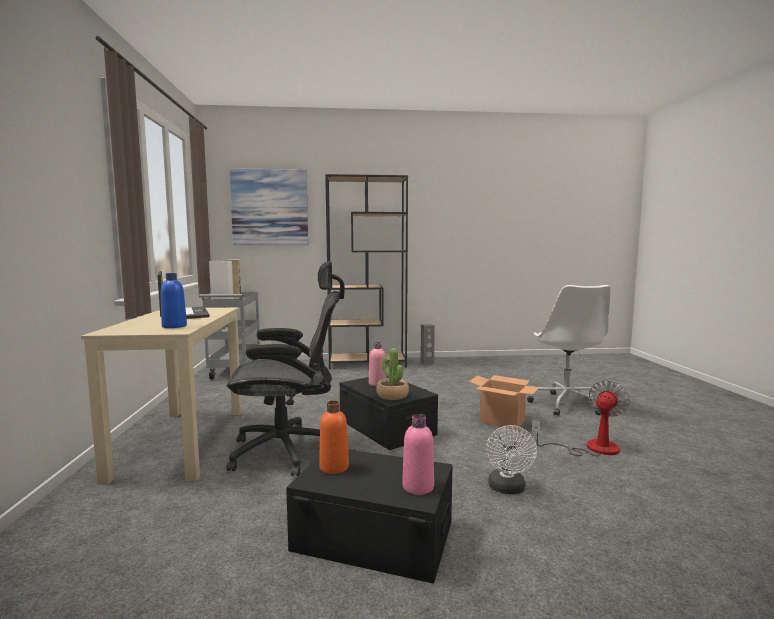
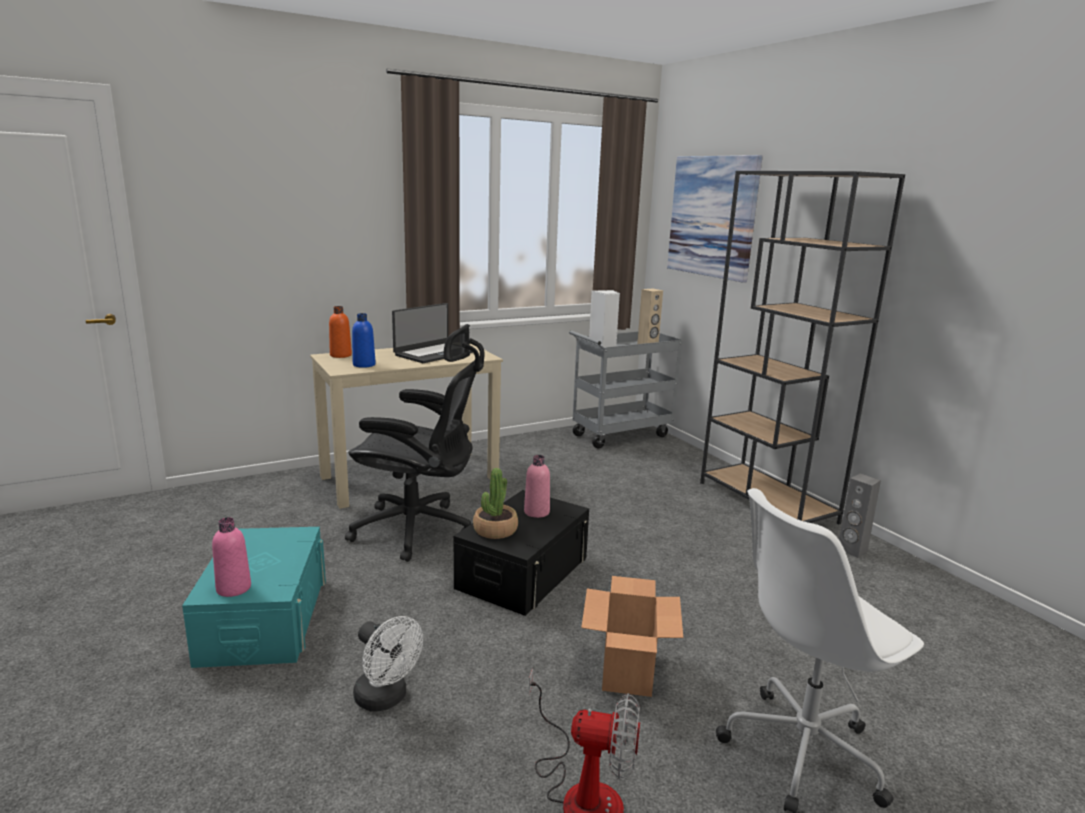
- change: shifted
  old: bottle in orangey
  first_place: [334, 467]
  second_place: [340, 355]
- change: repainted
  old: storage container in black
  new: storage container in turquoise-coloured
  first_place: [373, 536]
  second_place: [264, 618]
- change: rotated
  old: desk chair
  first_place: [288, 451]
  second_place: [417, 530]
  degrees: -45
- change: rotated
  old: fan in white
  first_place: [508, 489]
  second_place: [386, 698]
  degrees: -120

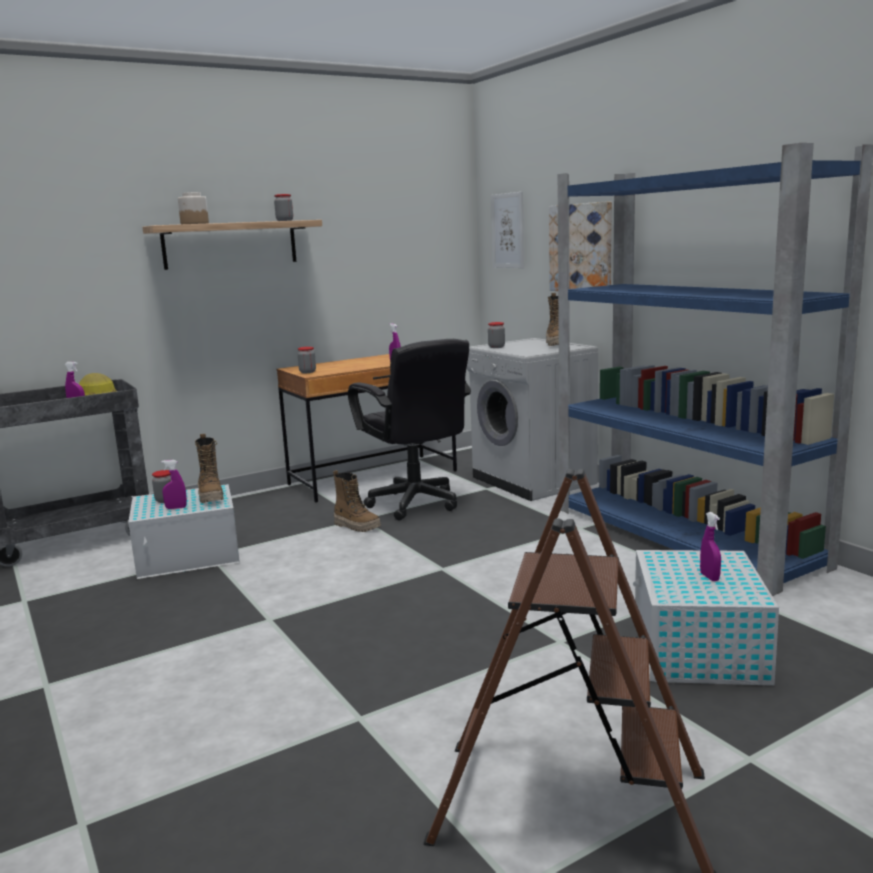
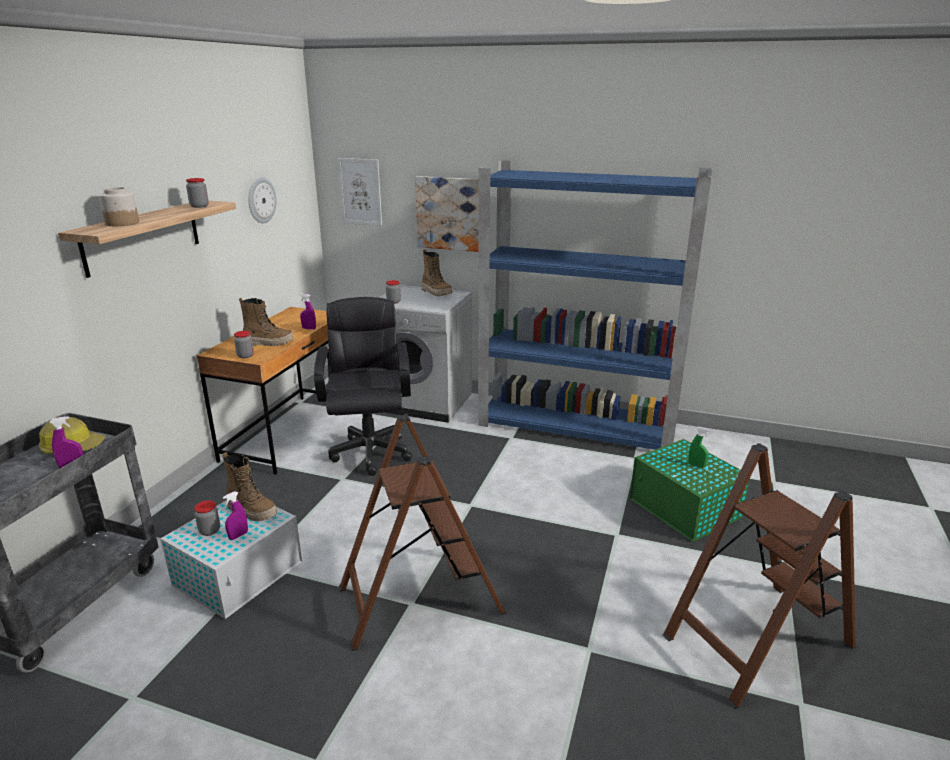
- change: new
  new: wall clock
  second_place: [261, 200]
- change: new
  new: stepladder in brown-coloured
  second_place: [418, 599]
- change: shifted
  old: high-top boot
  first_place: [357, 526]
  second_place: [269, 343]
- change: repainted
  old: storage container in white
  new: storage container in green
  first_place: [698, 650]
  second_place: [685, 509]
- change: repainted
  old: hand sprayer in purple-coloured
  new: hand sprayer in green
  first_place: [709, 577]
  second_place: [696, 465]
- change: rotated
  old: desk chair in black
  first_place: [417, 505]
  second_place: [370, 451]
  degrees: -120

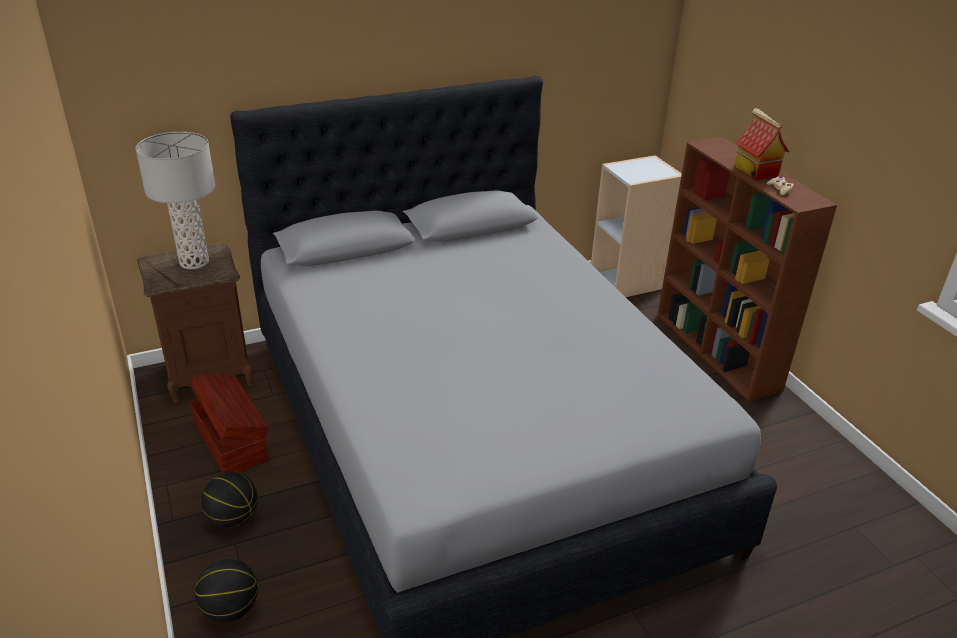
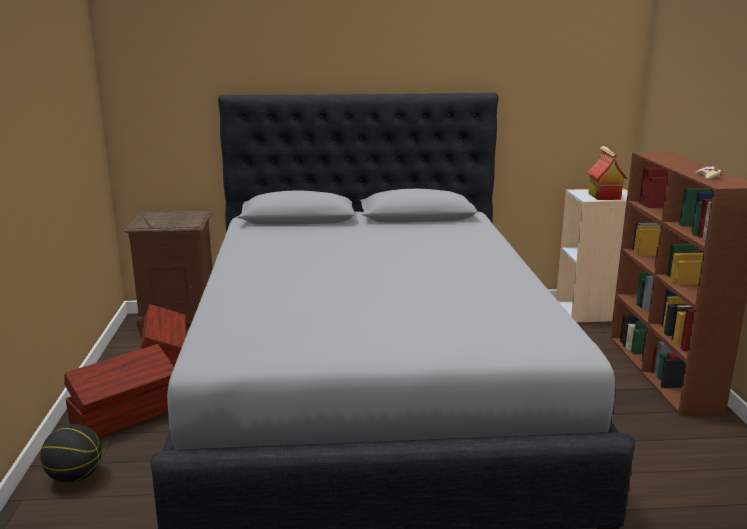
- change: gone
  old: table lamp in white
  first_place: [194, 262]
- change: shifted
  old: model house
  first_place: [755, 171]
  second_place: [603, 196]
- change: swapped
  old: ball for basketball
  new: storage container in brown-coloured
  first_place: [233, 518]
  second_place: [126, 416]

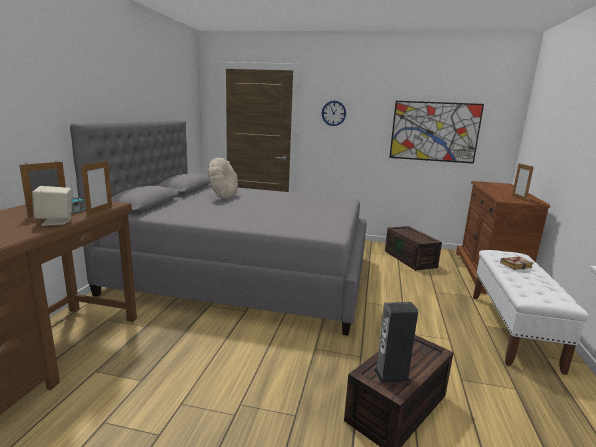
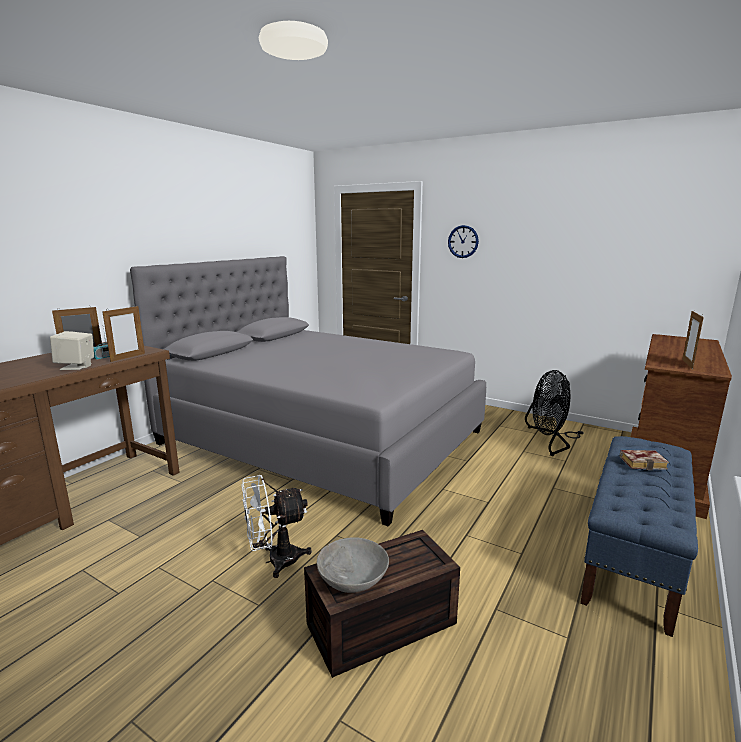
- change: gone
  old: throw pillow in beige-coloured
  first_place: [223, 197]
- change: gone
  old: picture
  first_place: [434, 132]
- change: new
  new: fan in white
  second_place: [275, 561]
- change: swapped
  old: audio speaker
  new: deep dish in gray
  first_place: [391, 375]
  second_place: [352, 579]
- change: swapped
  old: storage container in brown-coloured
  new: fan in black
  first_place: [411, 259]
  second_place: [552, 439]
- change: repainted
  old: long seat in white
  new: long seat in blue
  first_place: [512, 329]
  second_place: [632, 557]

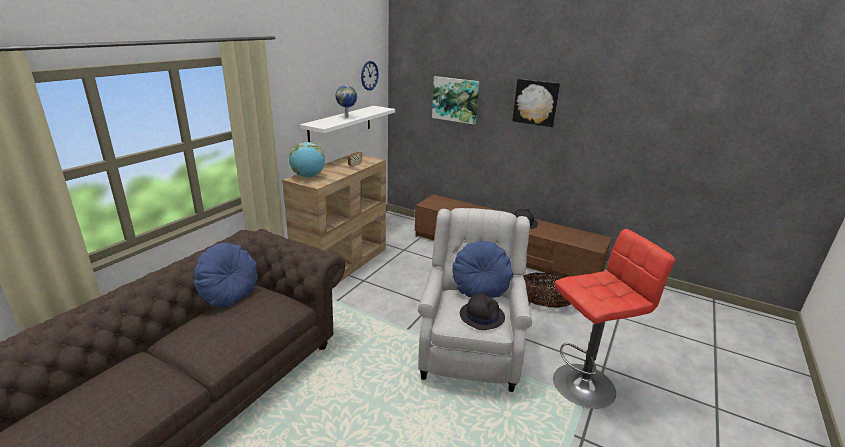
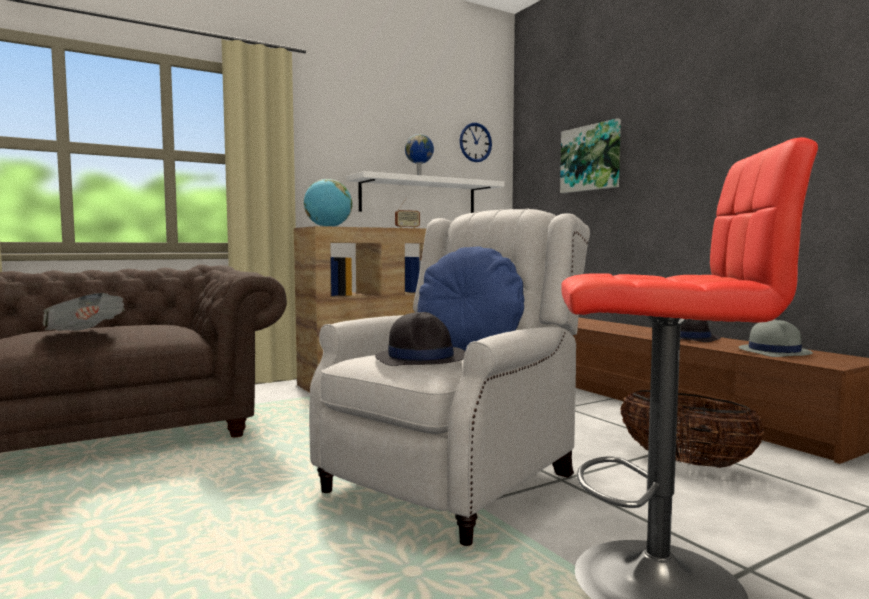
- change: gone
  old: throw pillow in blue
  first_place: [230, 298]
- change: gone
  old: picture
  first_place: [536, 102]
- change: new
  new: daily paper
  second_place: [85, 334]
- change: new
  new: wearable hat in gray
  second_place: [774, 351]

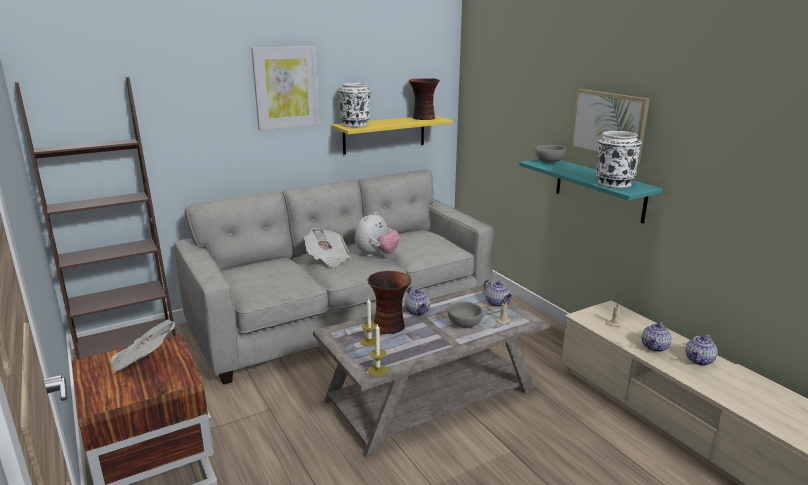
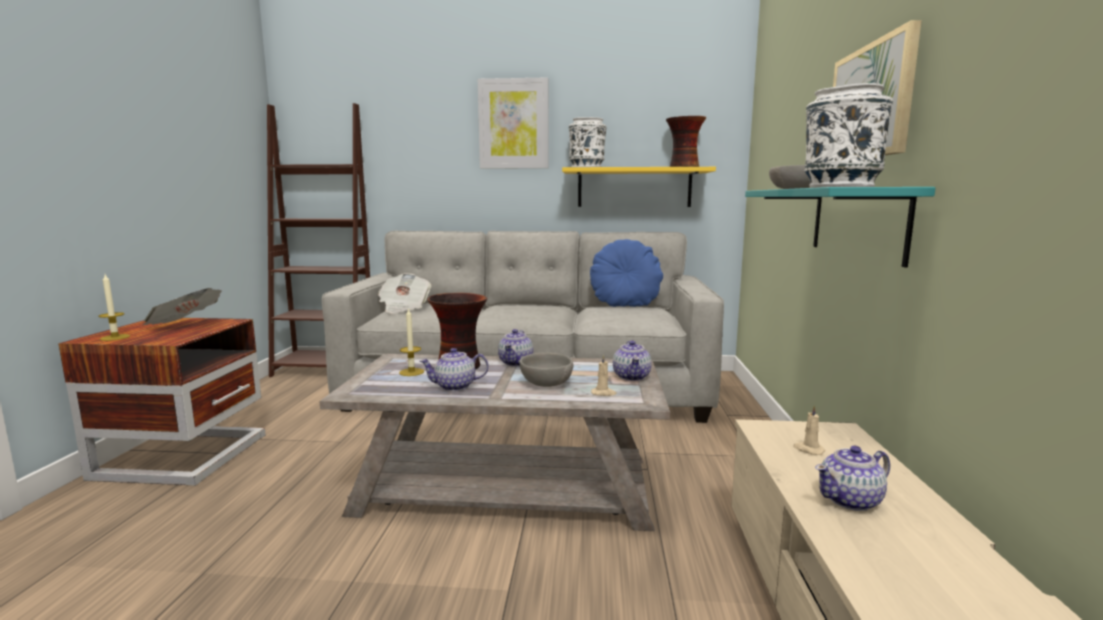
- change: gone
  old: cuddly toy
  first_place: [376, 255]
- change: new
  new: throw pillow in blue
  second_place: [625, 305]
- change: shifted
  old: daily paper
  first_place: [327, 259]
  second_place: [404, 307]
- change: shifted
  old: wax light
  first_place: [377, 370]
  second_place: [115, 337]
- change: shifted
  old: teapot
  first_place: [699, 360]
  second_place: [454, 386]

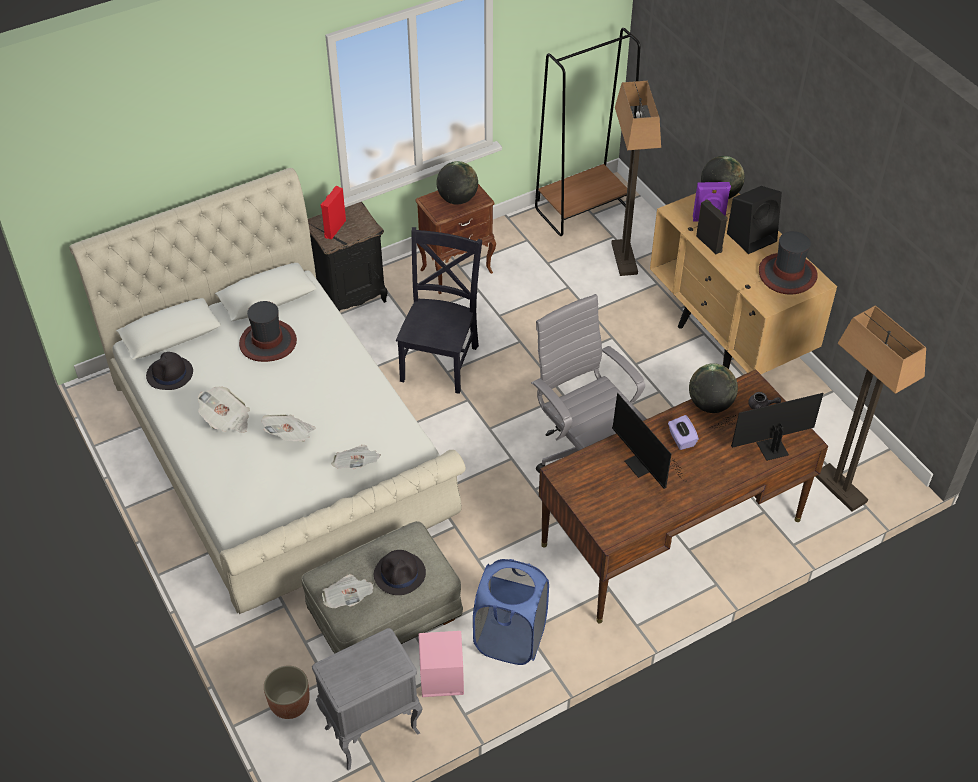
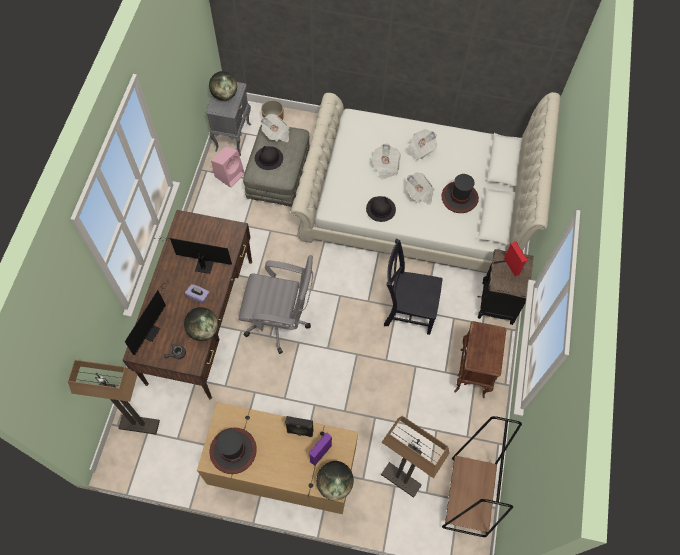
- change: gone
  old: hamper in blue
  first_place: [510, 638]
- change: gone
  old: audio speaker in black
  first_place: [752, 236]
- change: shifted
  old: wearable hat in black
  first_place: [170, 374]
  second_place: [380, 209]
- change: shifted
  old: daily paper
  first_place: [357, 465]
  second_place: [419, 193]
- change: shifted
  old: desk globe
  first_place: [457, 199]
  second_place: [224, 95]
- change: rotated
  old: plain chair in black
  first_place: [440, 360]
  second_place: [407, 310]
  degrees: 135

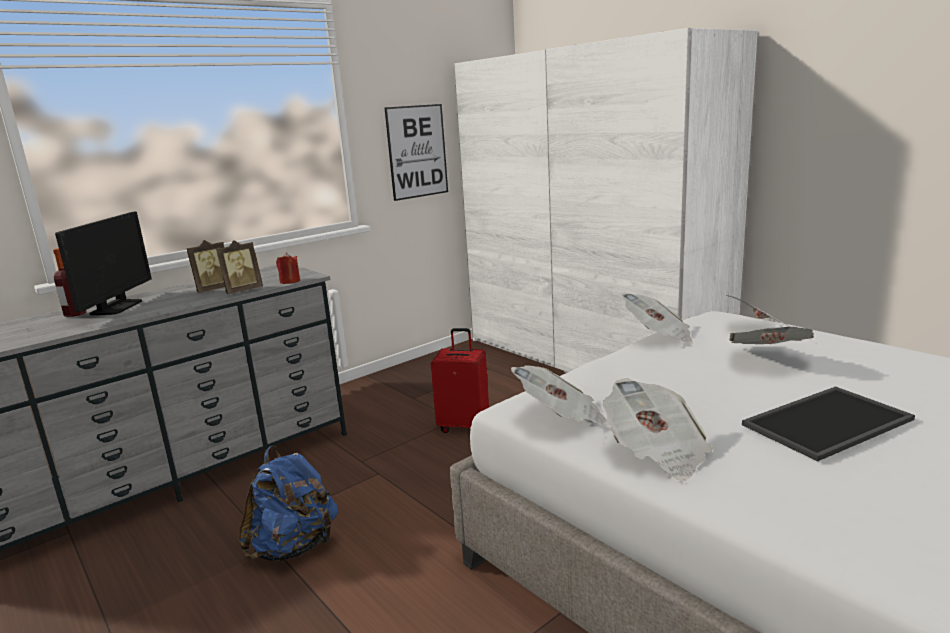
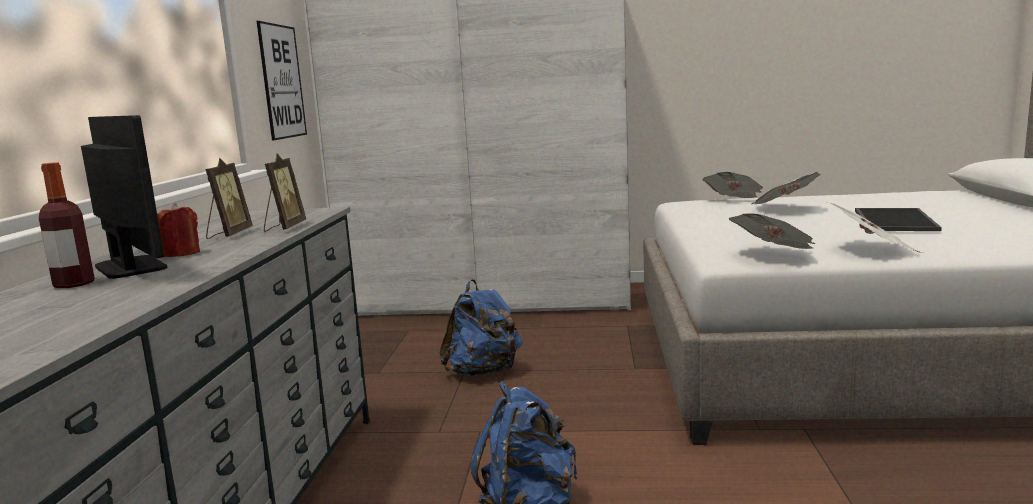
- change: gone
  old: daily paper
  first_place: [658, 336]
- change: shifted
  old: wax light in reddish
  first_place: [290, 281]
  second_place: [181, 254]
- change: swapped
  old: travel case in reddish
  new: knapsack in blue
  first_place: [465, 426]
  second_place: [483, 372]

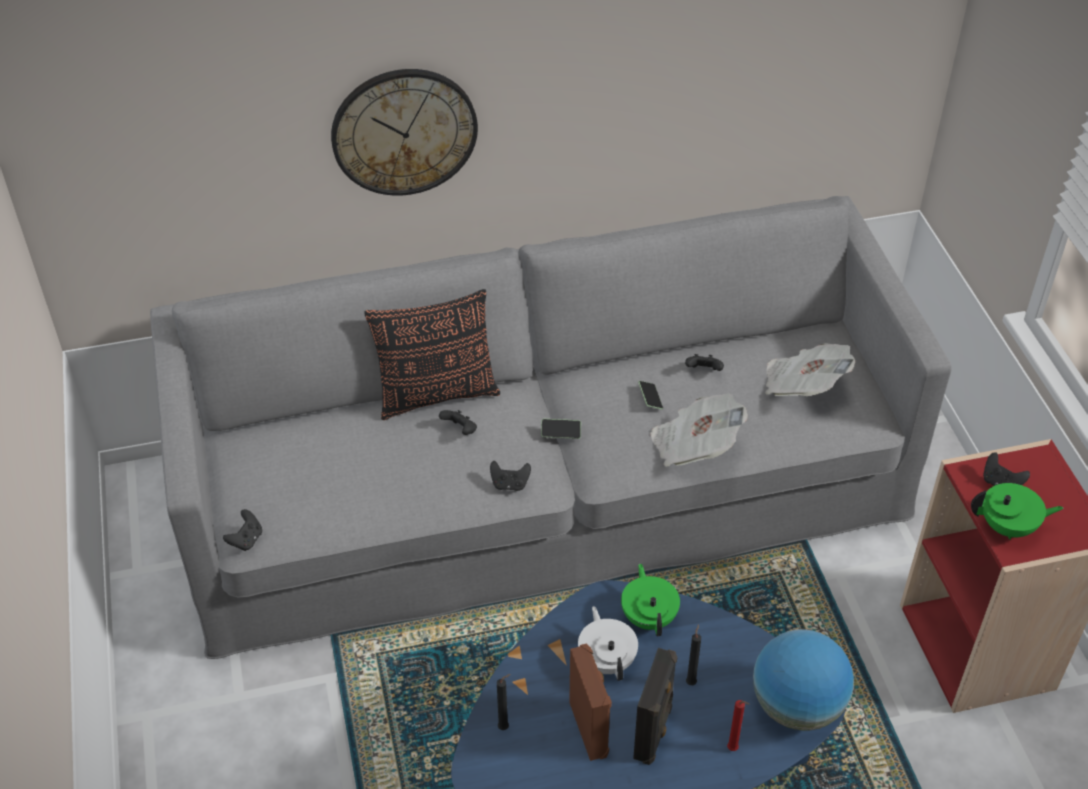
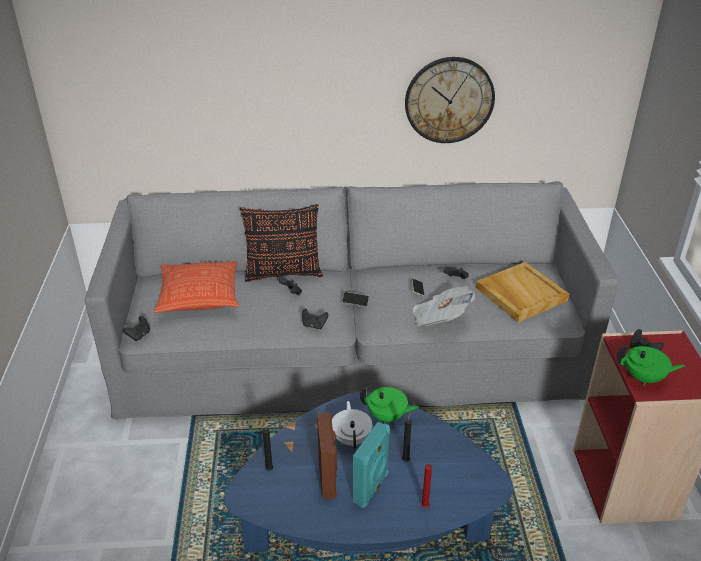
- change: gone
  old: desk globe
  first_place: [796, 706]
- change: new
  new: throw pillow in orangey
  second_place: [200, 297]
- change: shifted
  old: wall clock
  first_place: [404, 131]
  second_place: [449, 100]
- change: swapped
  old: daily paper
  new: serving tray in beige-coloured
  first_place: [803, 386]
  second_place: [520, 294]
- change: repainted
  old: audio speaker in black
  new: audio speaker in turquoise-coloured
  first_place: [654, 733]
  second_place: [372, 488]
- change: rotated
  old: teapot in green
  first_place: [649, 617]
  second_place: [387, 416]
  degrees: 105

